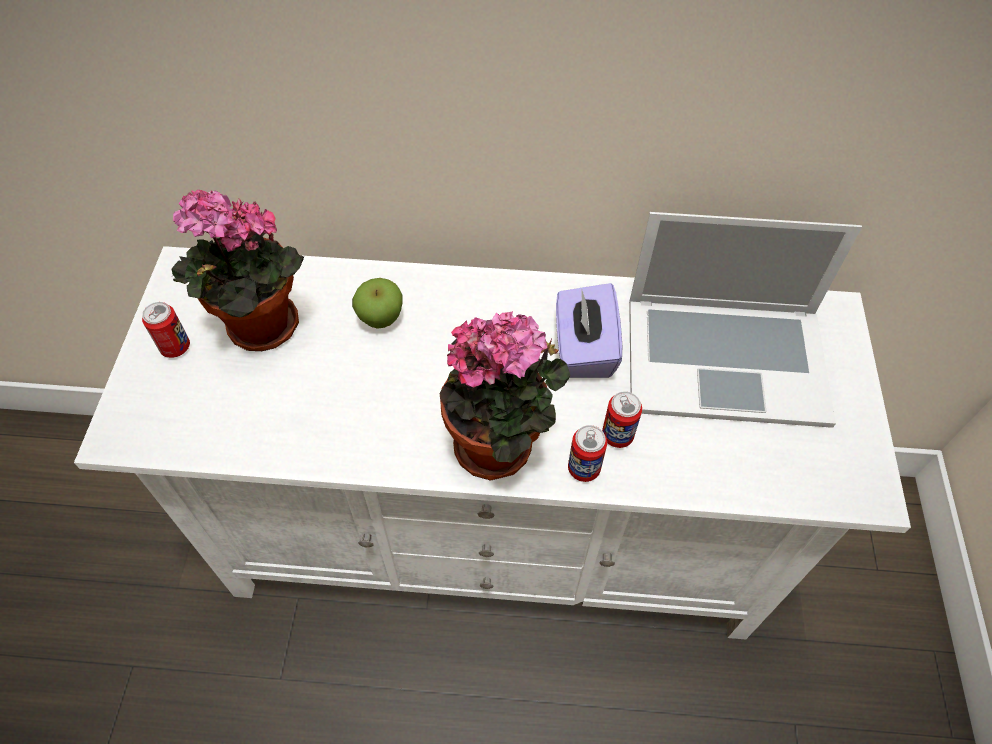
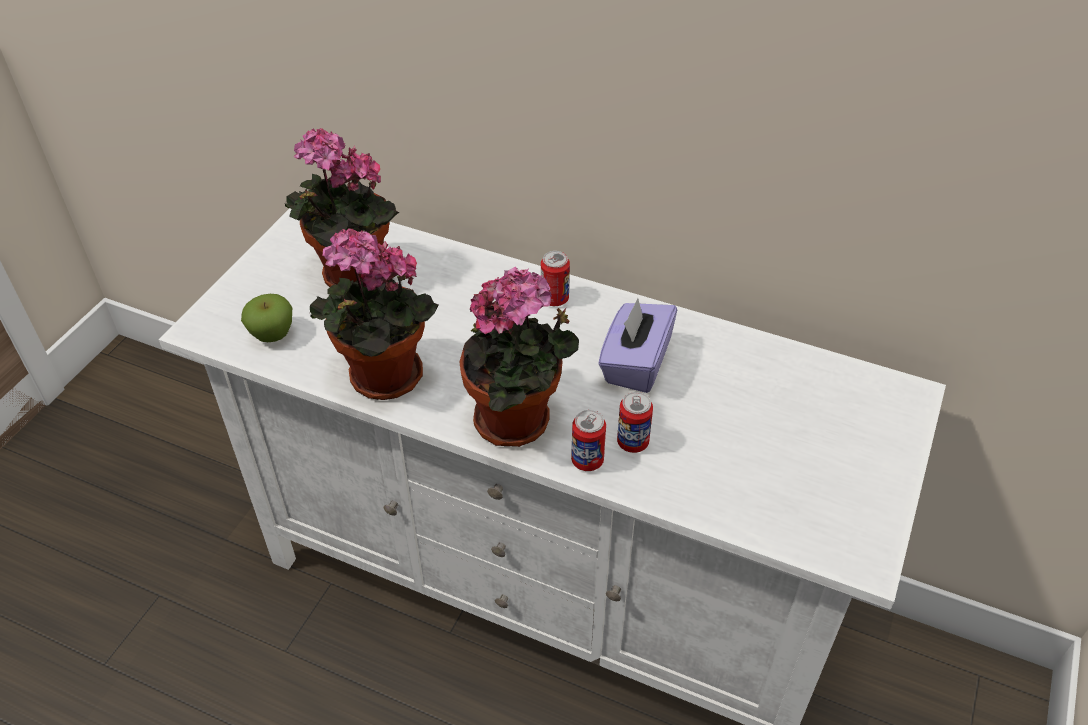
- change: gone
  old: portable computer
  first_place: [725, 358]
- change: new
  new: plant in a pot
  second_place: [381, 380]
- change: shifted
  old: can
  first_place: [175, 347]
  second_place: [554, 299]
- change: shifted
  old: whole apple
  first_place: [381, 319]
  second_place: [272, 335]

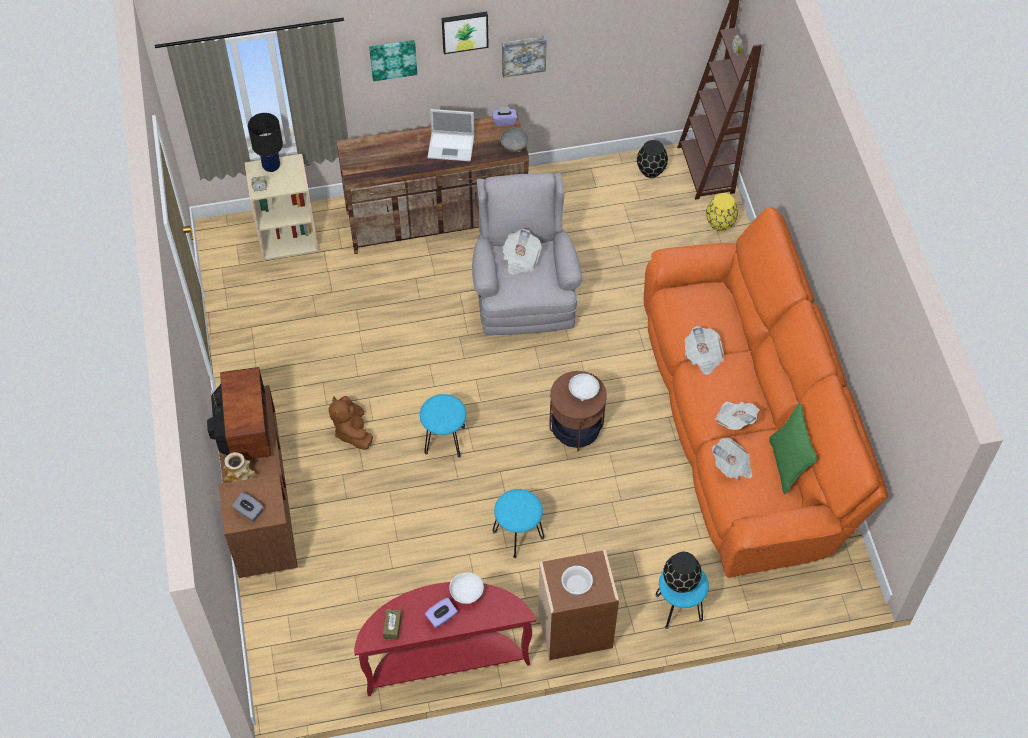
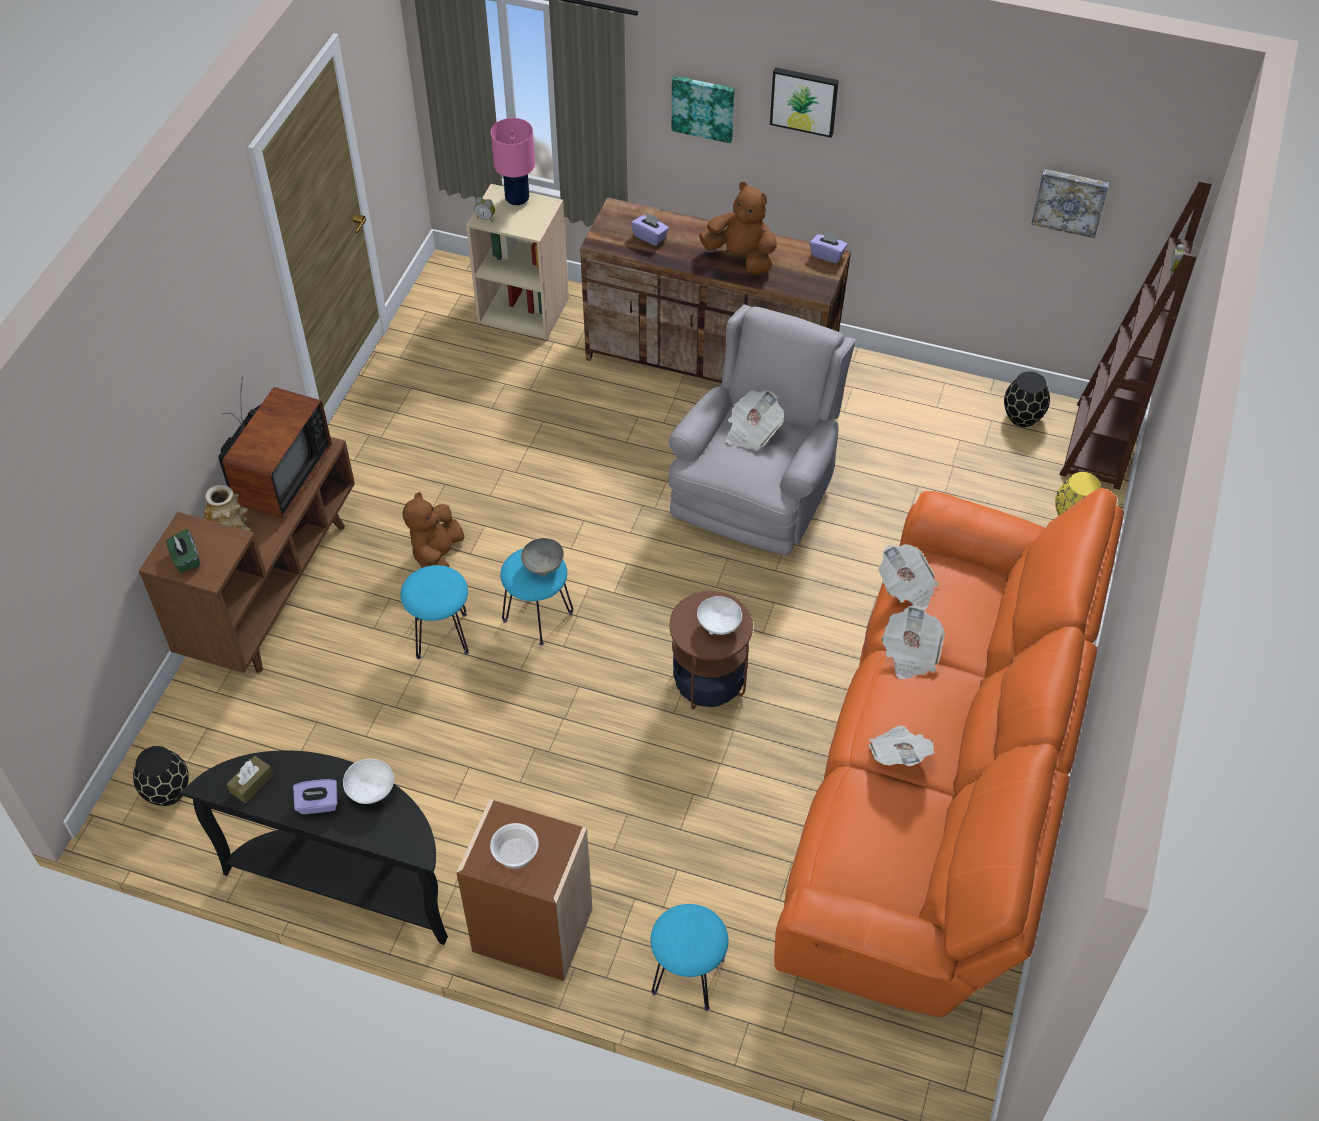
- change: gone
  old: throw pillow in green
  first_place: [787, 465]
- change: new
  new: tissue holder in purple-coloured
  second_place: [650, 237]
- change: shifted
  old: sitting stool in turquoise-coloured
  first_place: [518, 535]
  second_place: [441, 635]
- change: shifted
  old: deep dish in gray
  first_place: [514, 146]
  second_place: [543, 565]
- change: shifted
  old: picture
  first_place: [523, 55]
  second_place: [1070, 201]
- change: shifted
  old: flower vase in black
  first_place: [680, 582]
  second_place: [167, 792]
- change: shifted
  old: daily paper
  first_place: [732, 466]
  second_place: [907, 587]
- change: swapped
  old: portable computer
  new: cuddly toy in brown-coloured
  first_place: [452, 146]
  second_place: [741, 257]
- change: repainted
  old: tissue holder in gray
  new: tissue holder in green
  first_place: [249, 512]
  second_place: [185, 559]
- change: repainted
  old: table lamp in black
  new: table lamp in pinkish
  first_place: [271, 166]
  second_place: [517, 199]
- change: repainted
  old: hall table in reddish
  new: hall table in black
  first_place: [445, 659]
  second_place: [346, 880]

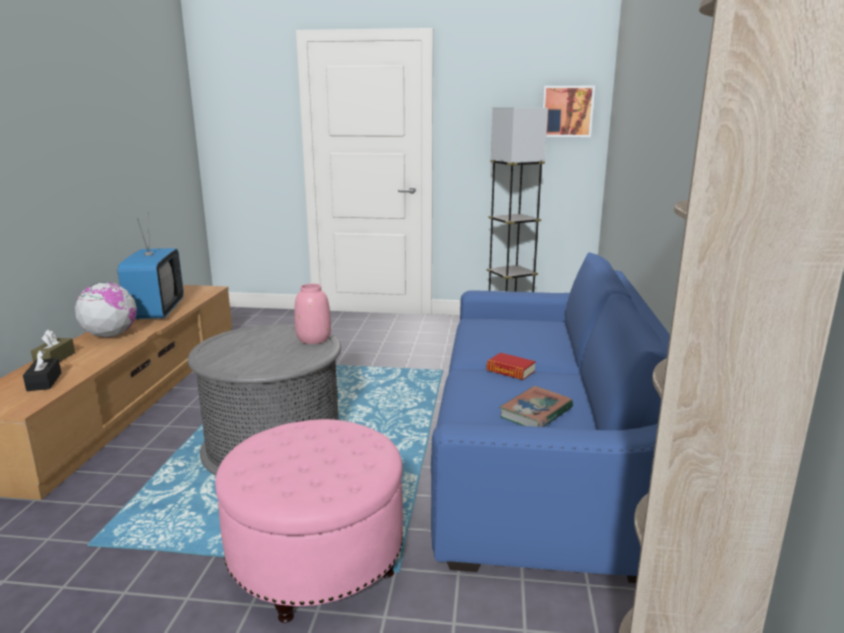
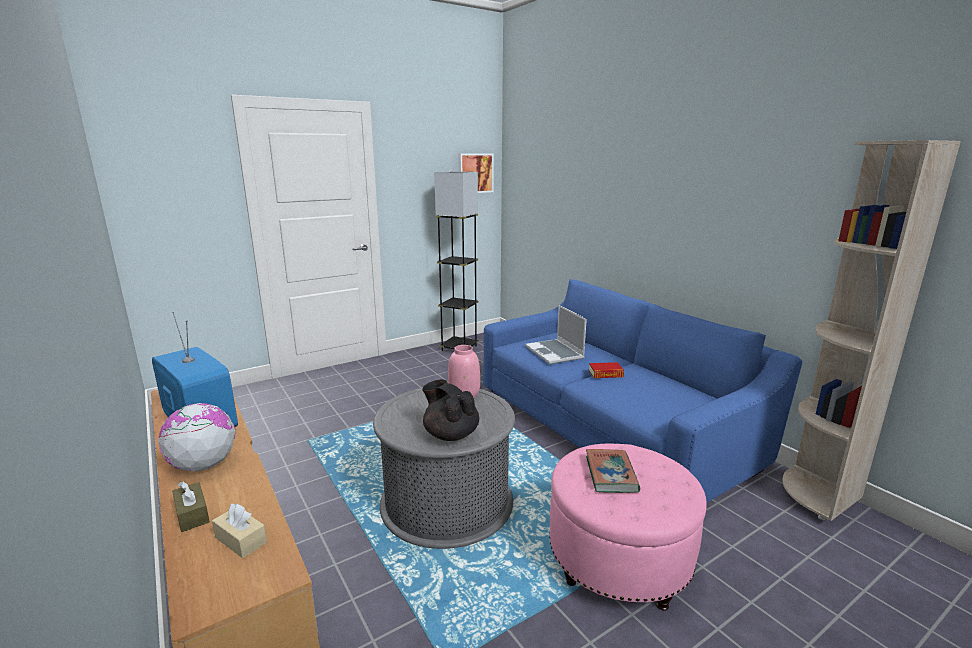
- change: new
  new: teapot in black
  second_place: [450, 434]
- change: new
  new: portable computer
  second_place: [555, 353]
- change: shifted
  old: book
  first_place: [536, 412]
  second_place: [611, 474]
- change: repainted
  old: tissue holder in black
  new: tissue holder in beige-coloured
  first_place: [44, 382]
  second_place: [241, 540]

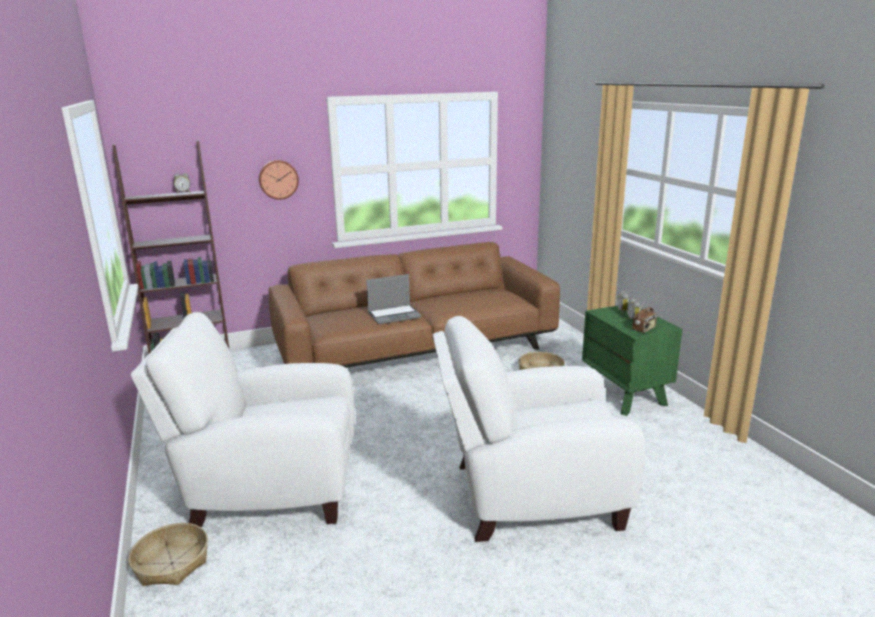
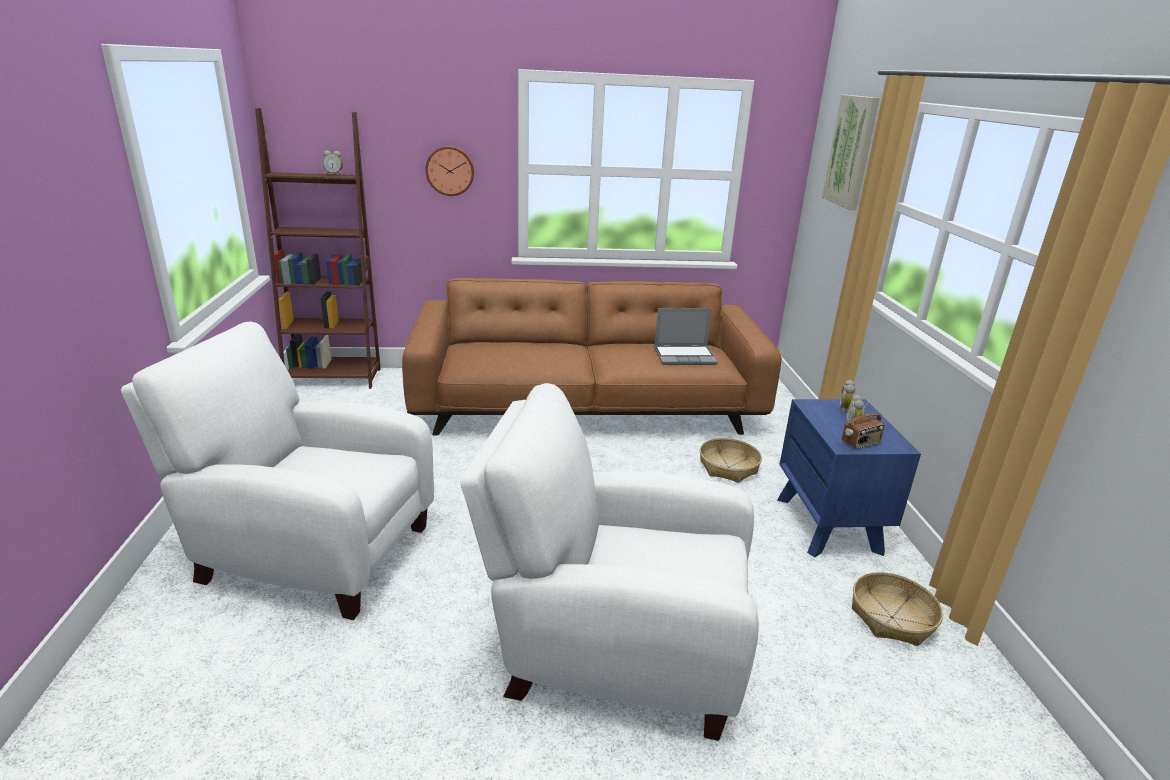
- change: new
  new: picture
  second_place: [851, 151]
- change: shifted
  old: storage basket
  first_place: [172, 563]
  second_place: [892, 617]
- change: shifted
  old: portable computer
  first_place: [394, 315]
  second_place: [685, 356]
- change: repainted
  old: nightstand in green
  new: nightstand in blue
  first_place: [625, 395]
  second_place: [828, 525]

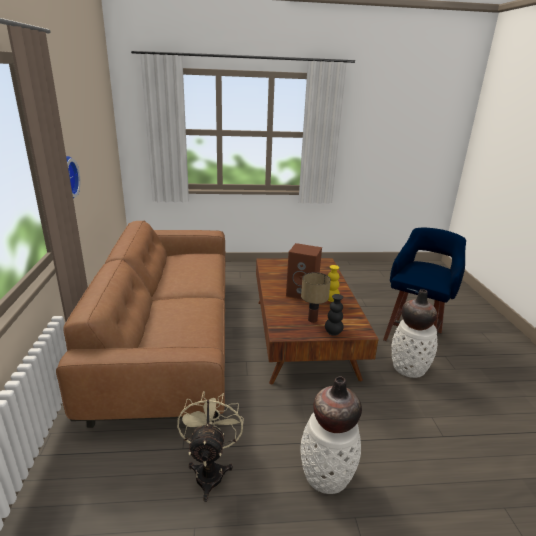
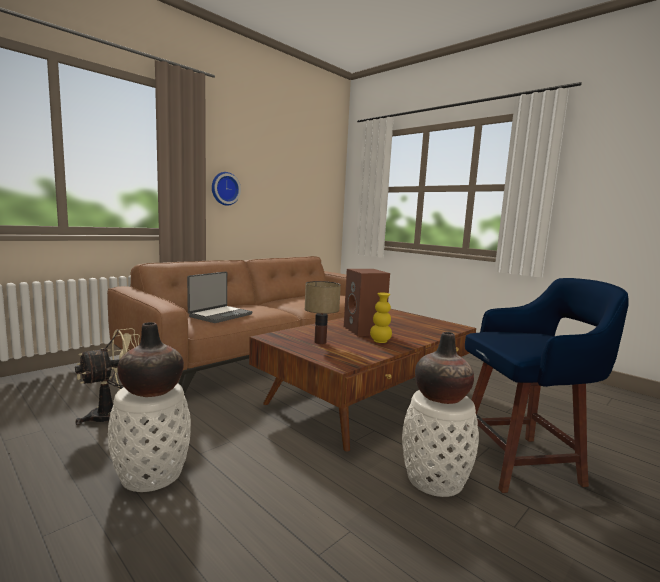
- change: gone
  old: flower vase in black
  first_place: [333, 332]
- change: new
  new: portable computer
  second_place: [220, 315]

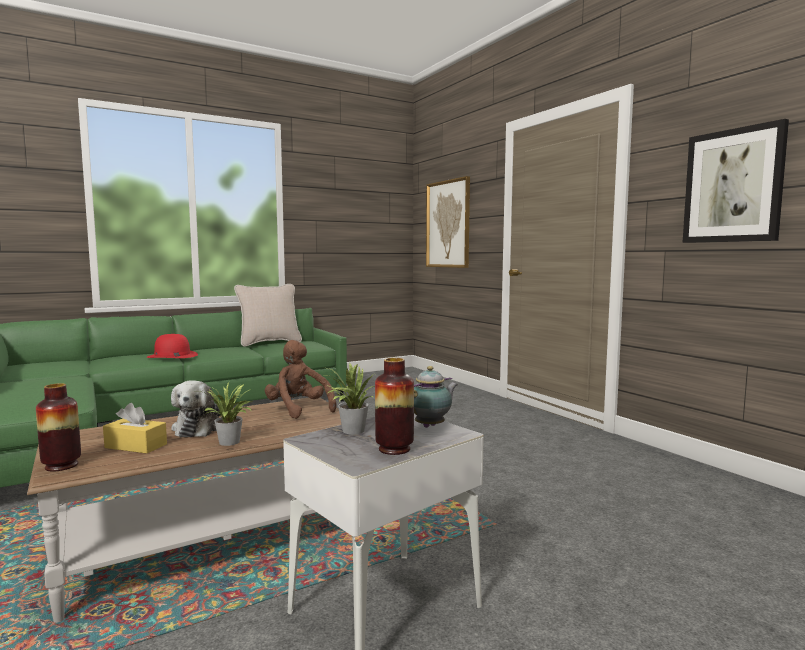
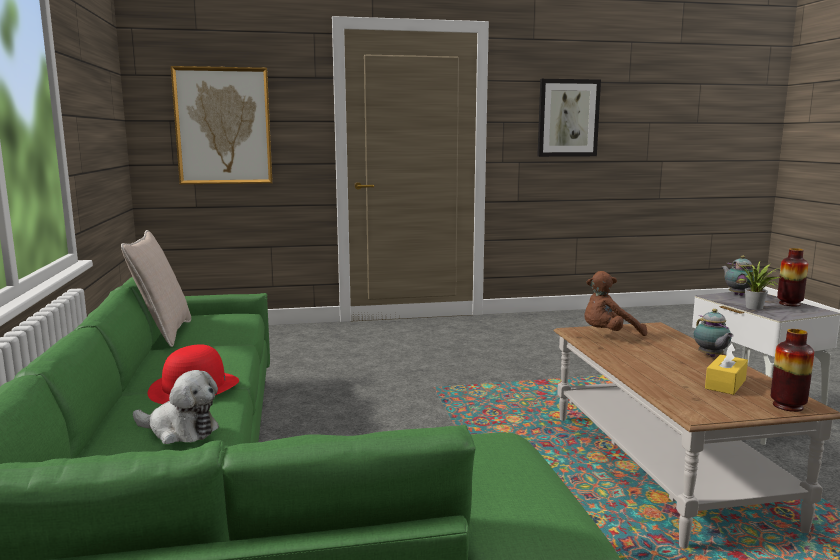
- change: shifted
  old: cuddly toy
  first_place: [198, 428]
  second_place: [180, 430]
- change: swapped
  old: plant in a pot
  new: teapot
  first_place: [230, 443]
  second_place: [711, 356]

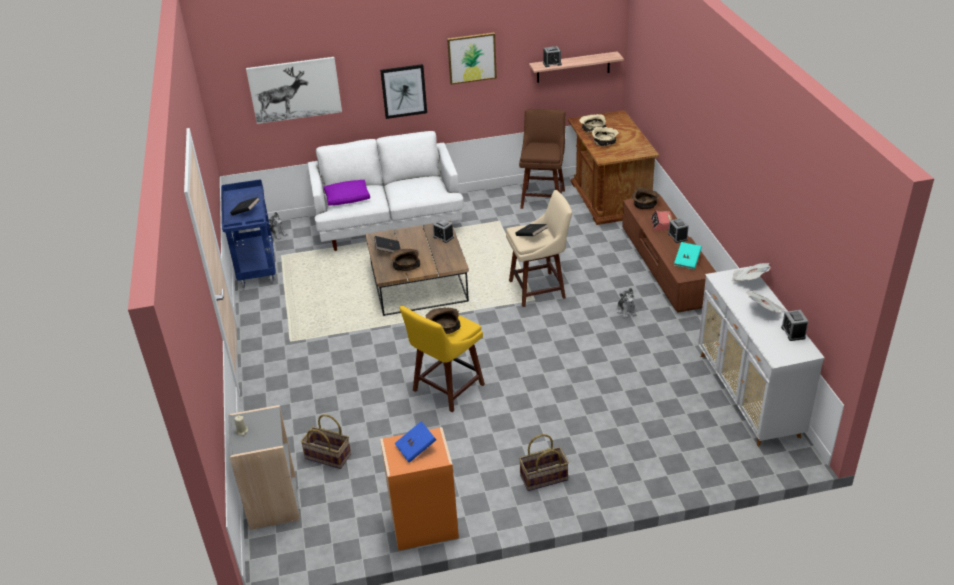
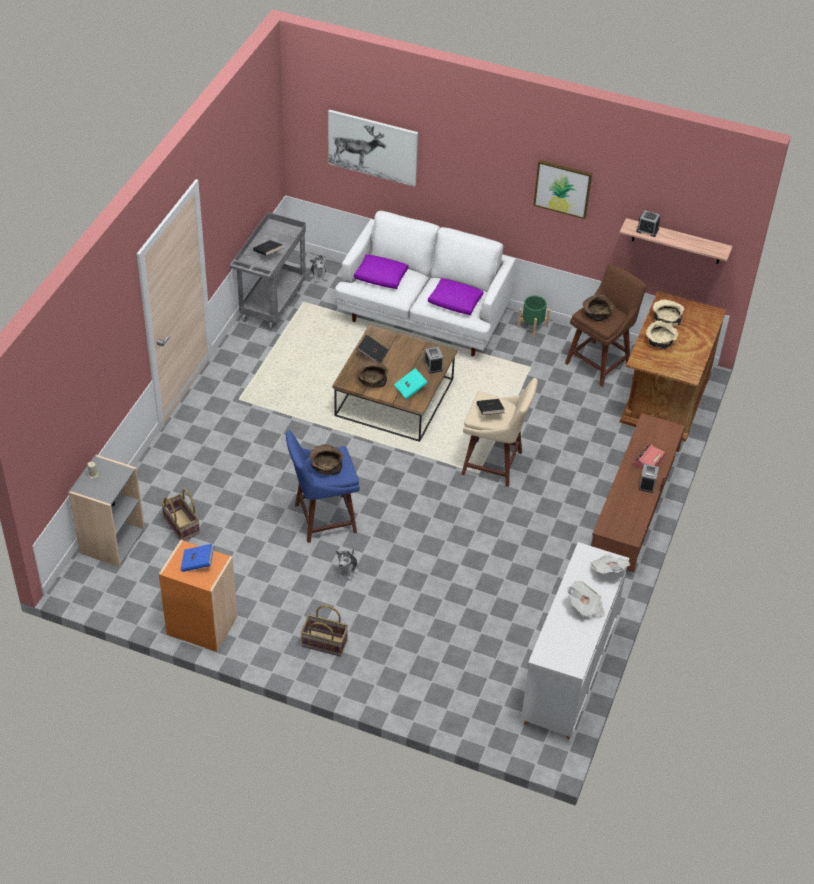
- change: gone
  old: picture
  first_place: [404, 91]
- change: gone
  old: table clock
  first_place: [793, 332]
- change: new
  new: throw pillow in purple-coloured
  second_place: [455, 302]
- change: new
  new: planter in green
  second_place: [532, 326]
- change: shifted
  old: cuddly toy
  first_place: [626, 311]
  second_place: [347, 570]
- change: shifted
  old: deep dish in brown-coloured
  first_place: [644, 205]
  second_place: [597, 314]
- change: shifted
  old: book in turquoise-coloured
  first_place: [687, 261]
  second_place: [410, 389]
- change: repainted
  old: cart in blue
  new: cart in gray
  first_place: [257, 269]
  second_place: [271, 307]
- change: repainted
  old: sitting stool in yellowish
  new: sitting stool in blue
  first_place: [446, 389]
  second_place: [322, 518]

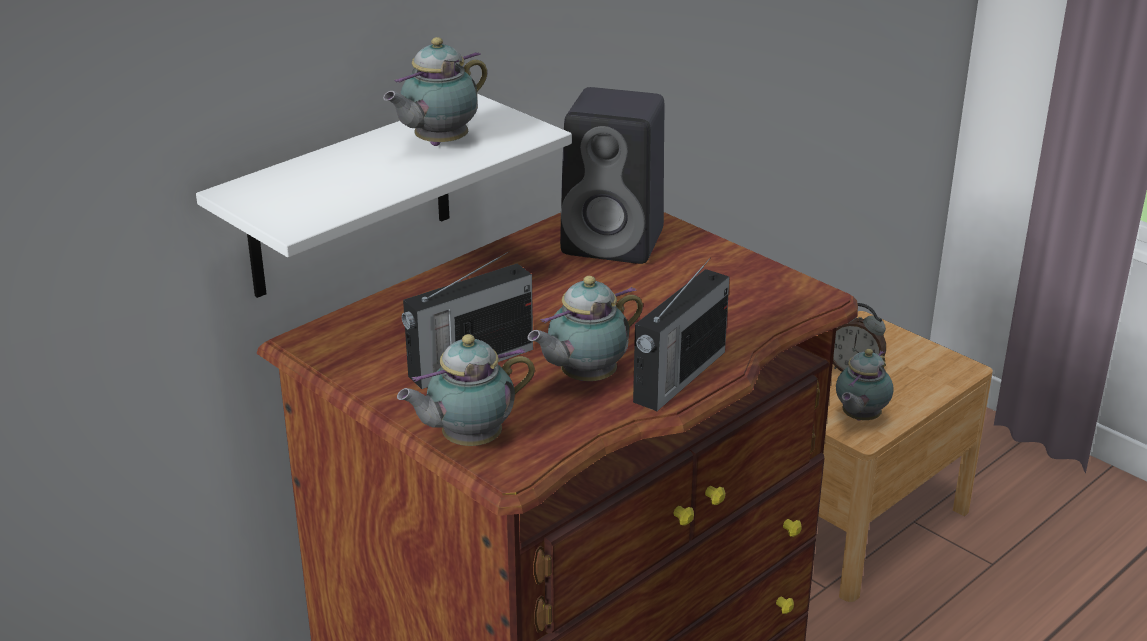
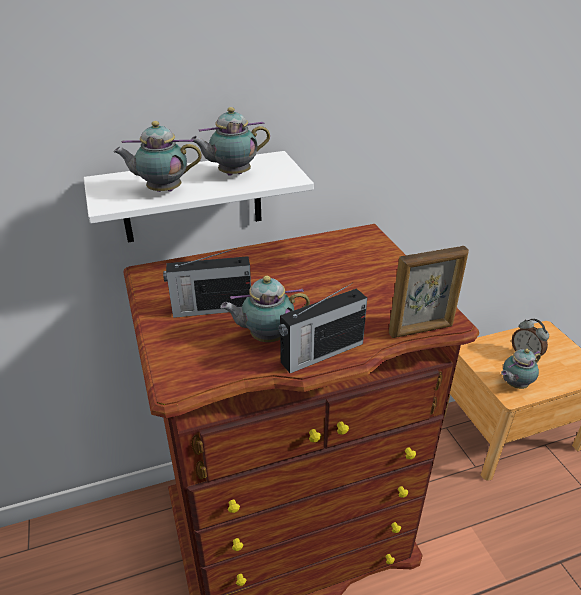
- change: gone
  old: audio speaker in black
  first_place: [616, 242]
- change: new
  new: standing frame
  second_place: [421, 330]
- change: shifted
  old: teapot
  first_place: [467, 441]
  second_place: [162, 191]

